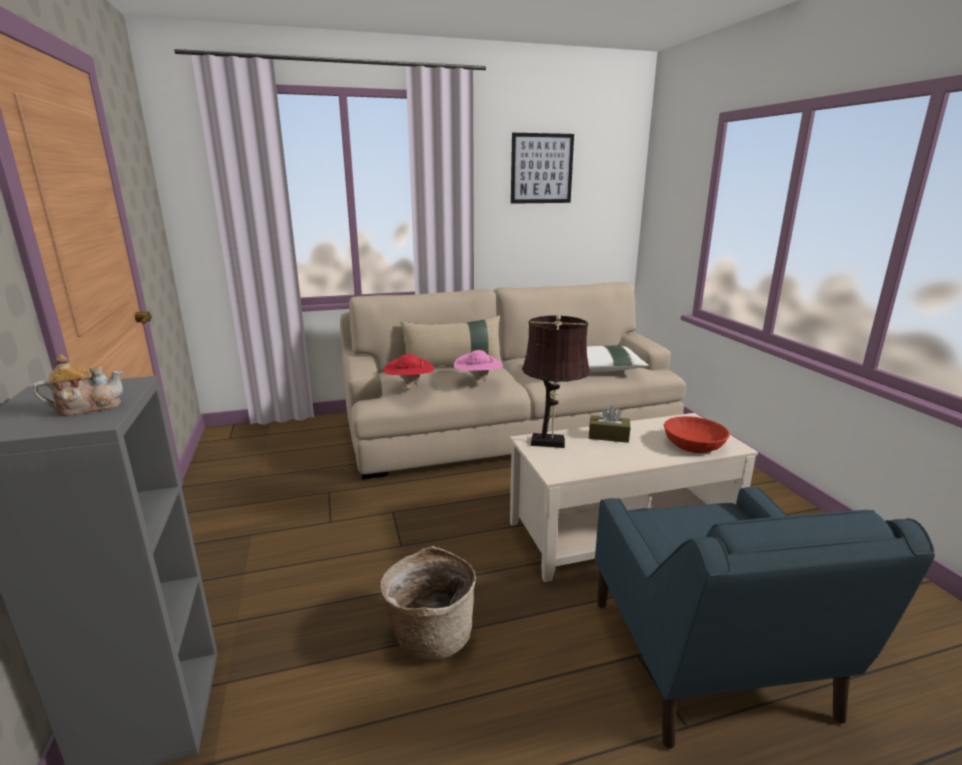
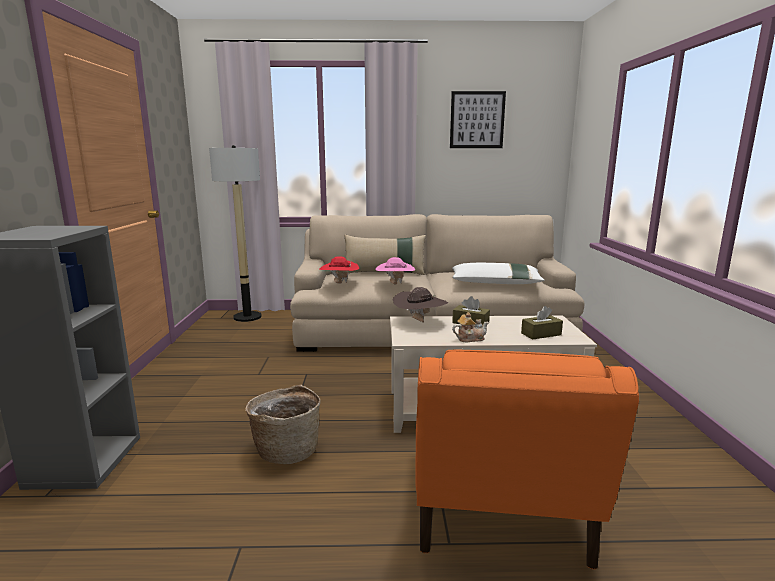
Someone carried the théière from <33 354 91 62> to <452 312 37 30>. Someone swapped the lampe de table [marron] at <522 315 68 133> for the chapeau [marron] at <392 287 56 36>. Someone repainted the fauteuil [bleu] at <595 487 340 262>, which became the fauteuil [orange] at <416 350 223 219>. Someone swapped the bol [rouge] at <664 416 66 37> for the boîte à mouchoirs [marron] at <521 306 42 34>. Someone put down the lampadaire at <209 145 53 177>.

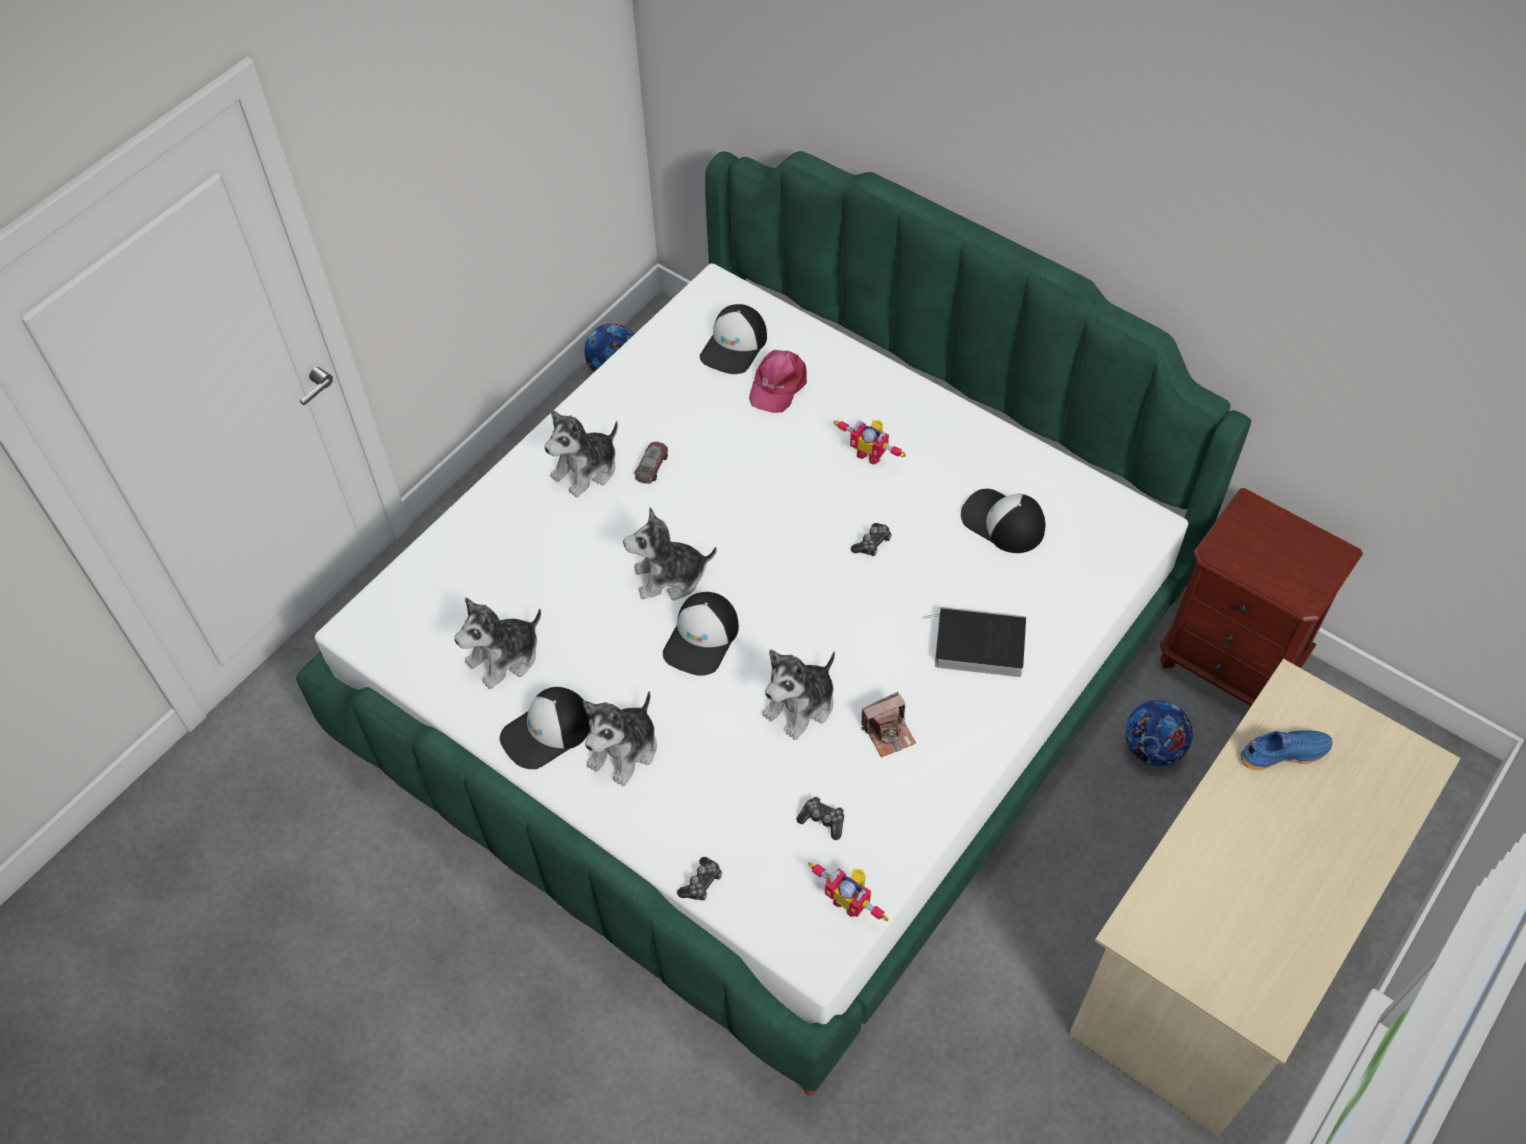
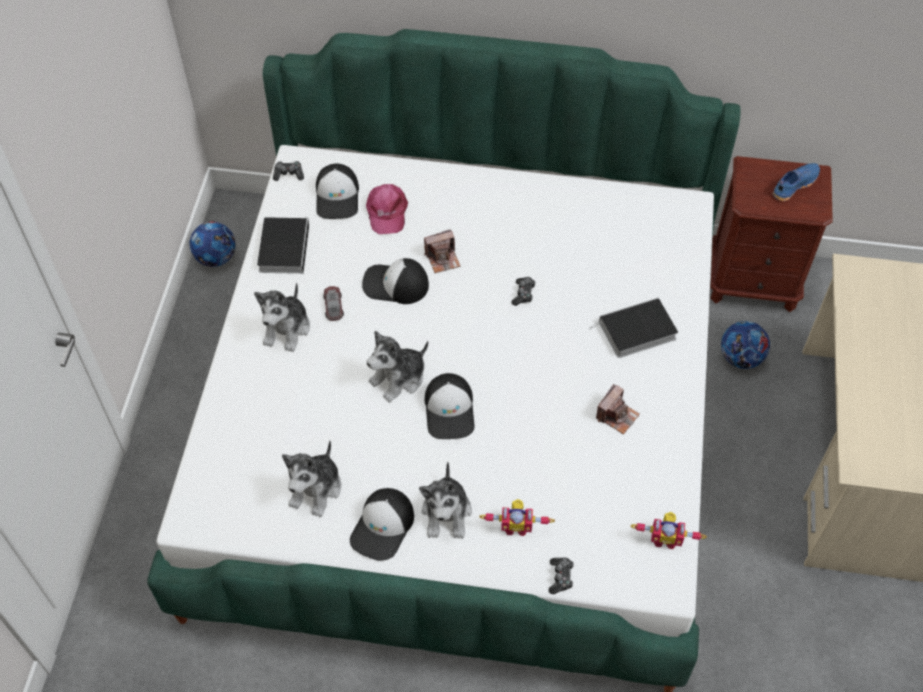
Someone took away the peluche at <762 650 73 90>. Someone carried the manette from <797 796 47 44> to <273 161 31 20>. Someone carried the robot jouet from <834 420 72 45> to <480 499 75 37>. Someone carried the casquette from <961 489 84 64> to <362 258 67 46>. Someone carried the chaussure [bleu] from <1241 730 92 40> to <773 163 47 38>. Someone put down the livre at <257 216 52 58>. Someone put down the appareil photo at <424 229 36 44>.

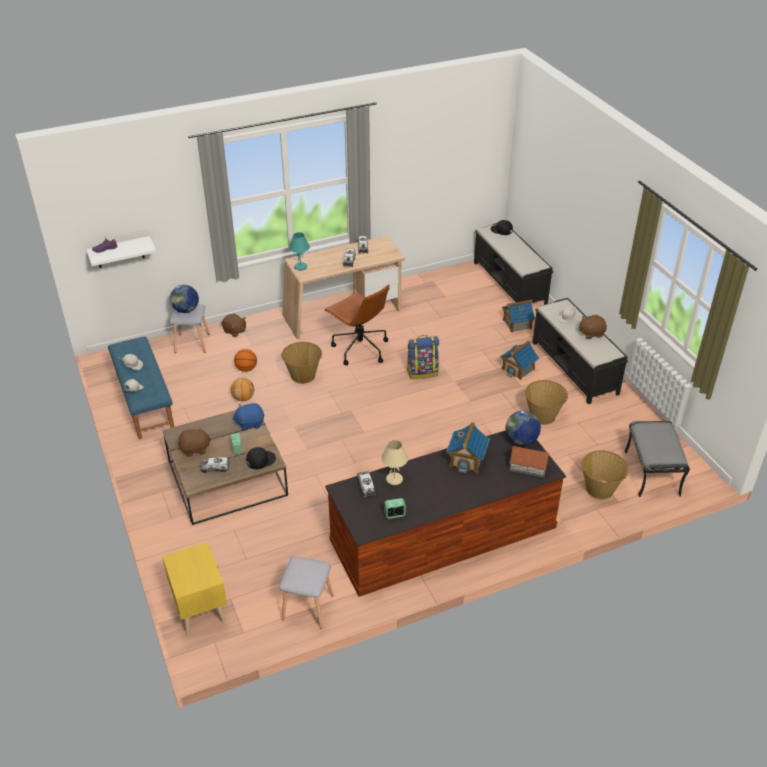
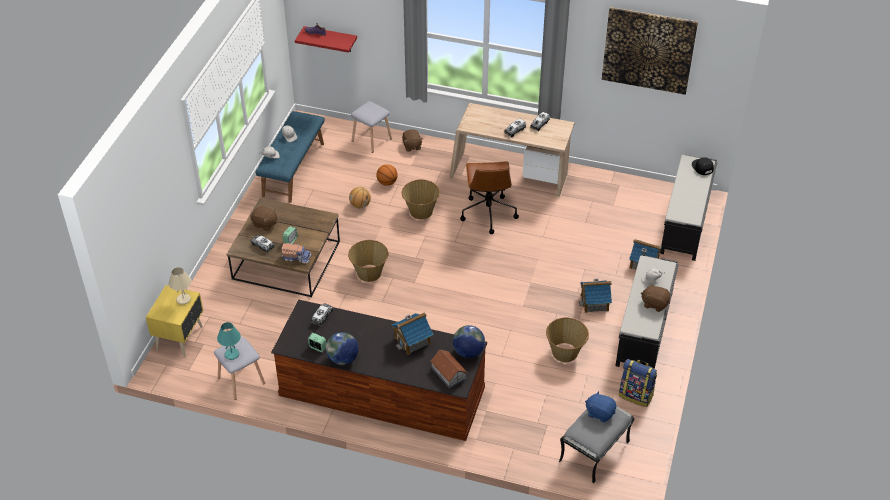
Someone repainted the étagère [blanc] at <86 236 70 32>, which became the étagère [rouge] at <295 26 62 27>. Someone carried the globe from <170 285 29 28> to <326 332 33 33>. Someone carried the peluche [bleu] from <233 403 32 28> to <585 391 31 31>. Someone swapped the casquette [noir] at <246 447 30 22> for the camion jouet at <281 243 31 20>. Someone carried the lampe de table [turquoise] from <289 232 21 39> to <217 322 24 38>. Someone carried the lampe de table [beige] from <381 440 27 45> to <168 267 23 38>. Someone carried the sac à dos from <407 335 32 44> to <619 359 38 48>. Someone carried the panier from <582 450 47 49> to <348 240 41 42>. Someone put up the tableau at <602 7 96 88>.

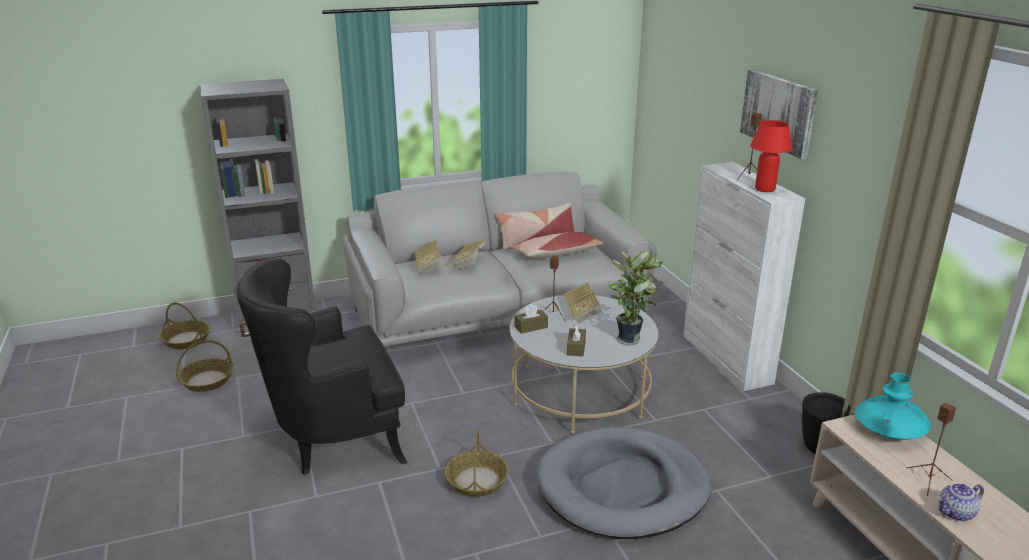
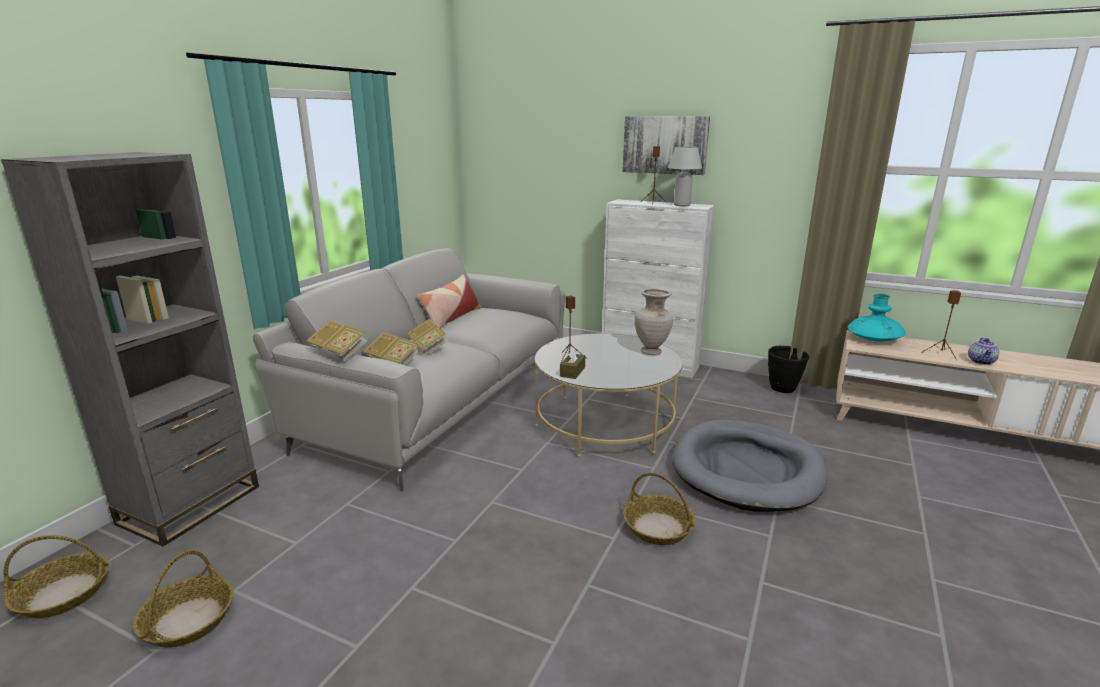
Someone took away the fauteuil [noir] at <237 258 171 217>. Someone took away the coussin at <511 232 92 27>. Someone carried the livre from <564 282 38 42> to <306 320 61 42>. Someone took away the boîte à mouchoirs [marron] at <567 324 19 32>. Someone swapped the plante en pot at <608 250 56 95> for the vase [beige] at <635 289 38 66>. Someone repainted the lampe de table [rouge] at <750 120 42 72>, which became the lampe de table [blanc] at <668 147 34 59>.

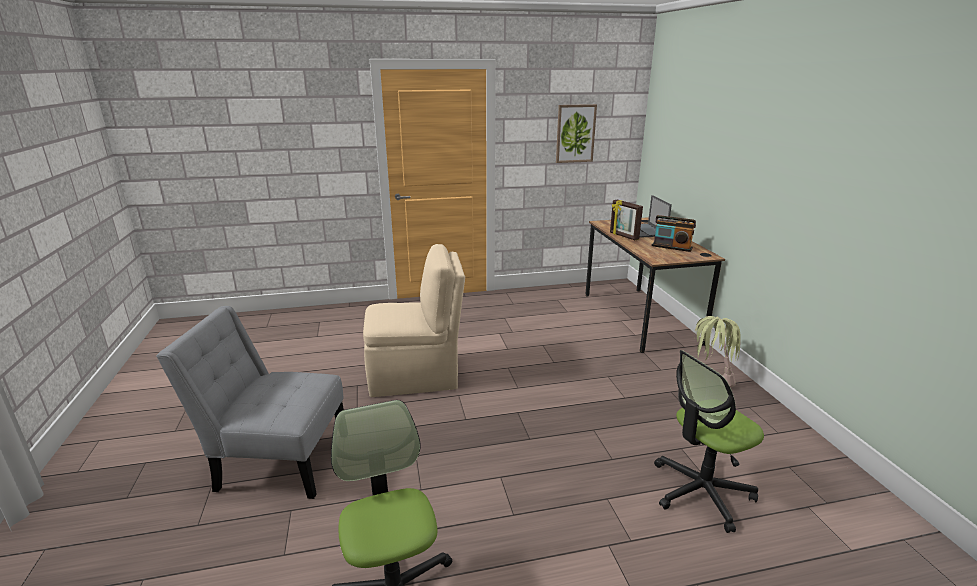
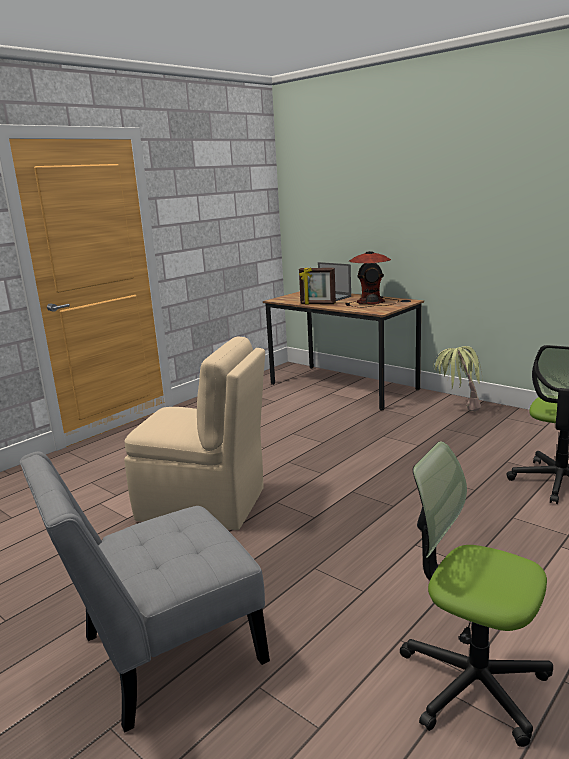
Someone rotated the chaise [beige] at <363 244 102 153> by 60 degrees clockwise. Someone took away the tableau at <556 104 41 59>. Someone swapped the radio at <651 215 45 37> for the lampe de table at <345 251 54 56>.

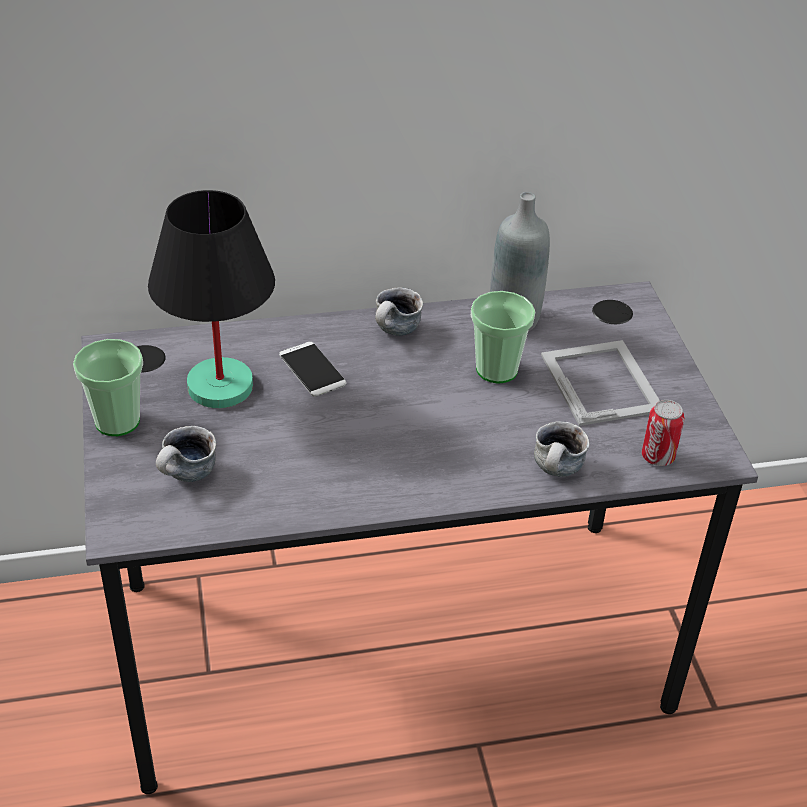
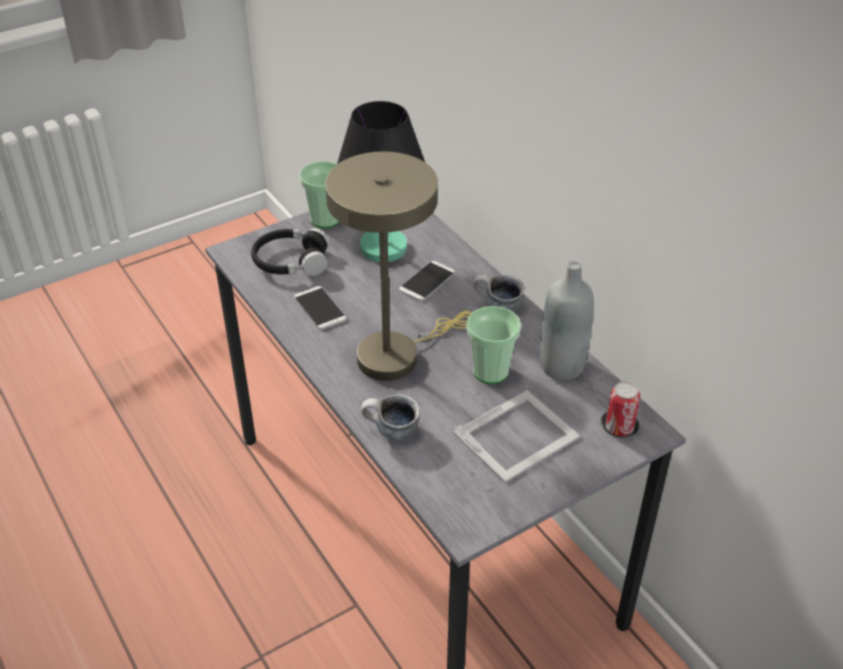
Someone swapped the mug at <156 426 60 56> for the casque audio [noir] at <251 228 79 48>. Someone carried the boîte métallique from <642 400 43 66> to <605 382 35 54>. Someone put down the téléphone at <294 286 52 44>. Someone put down the lampe de table [beige] at <325 151 147 230>.

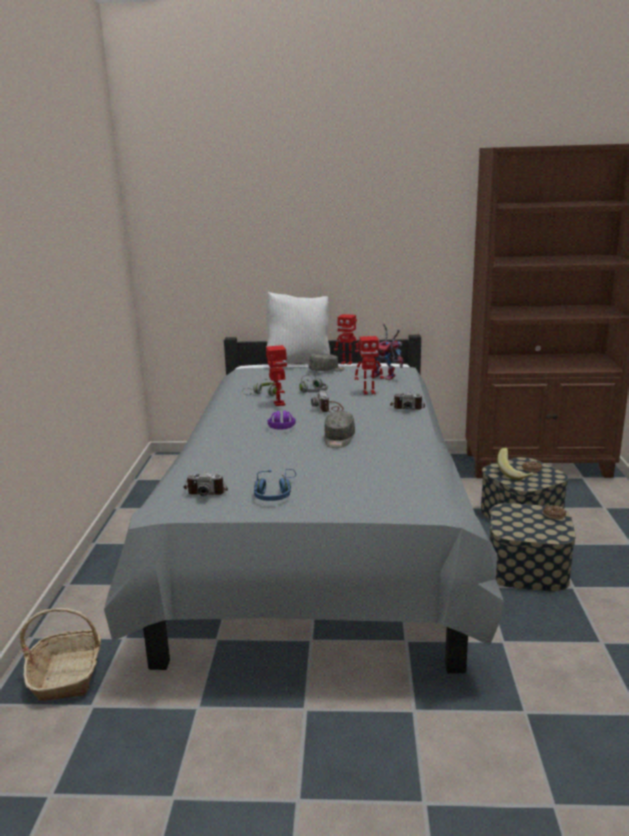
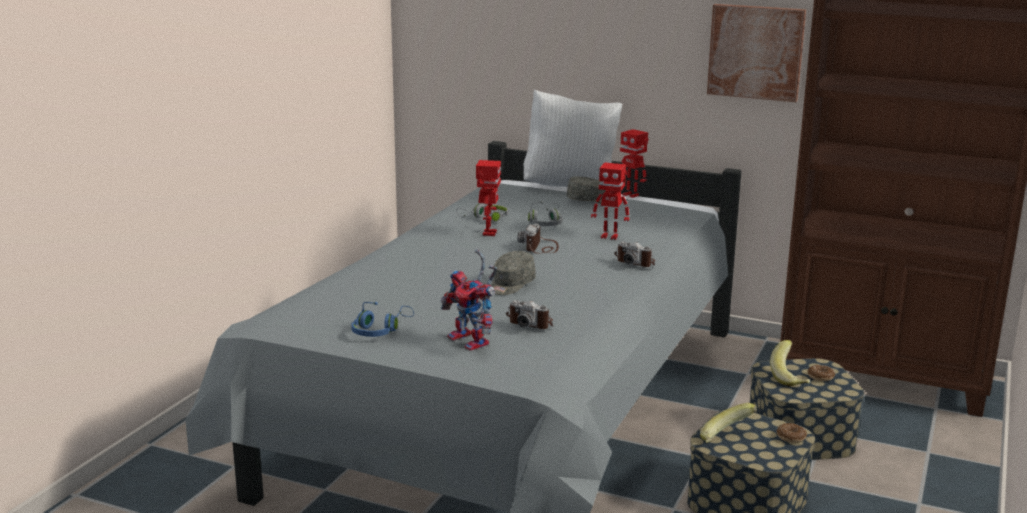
Someone took away the panier at <20 608 82 93>. Someone carried the appareil photo from <184 472 44 24> to <506 300 47 29>. Someone took away the casque audio [violet] at <268 410 28 20>. Someone carried the robot jouet from <365 324 38 56> to <441 249 56 102>. Someone put down the banane at <700 403 57 40>. Someone put up the tableau at <707 4 99 98>.

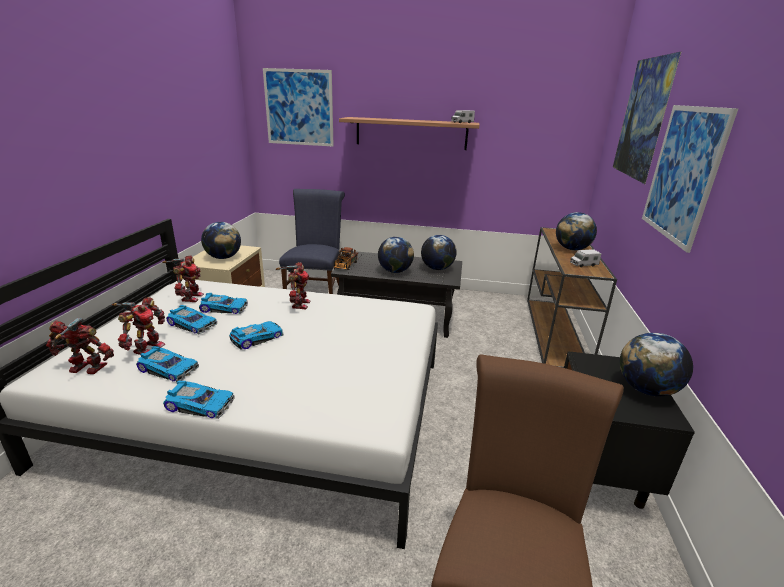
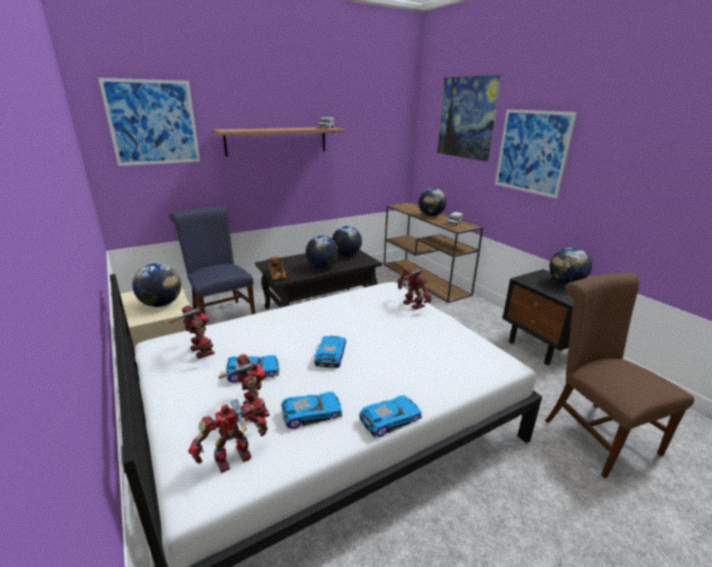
Someone took away the petite voiture at <199 293 49 21>. Someone carried the robot jouet from <276 262 35 47> to <397 267 35 43>.

